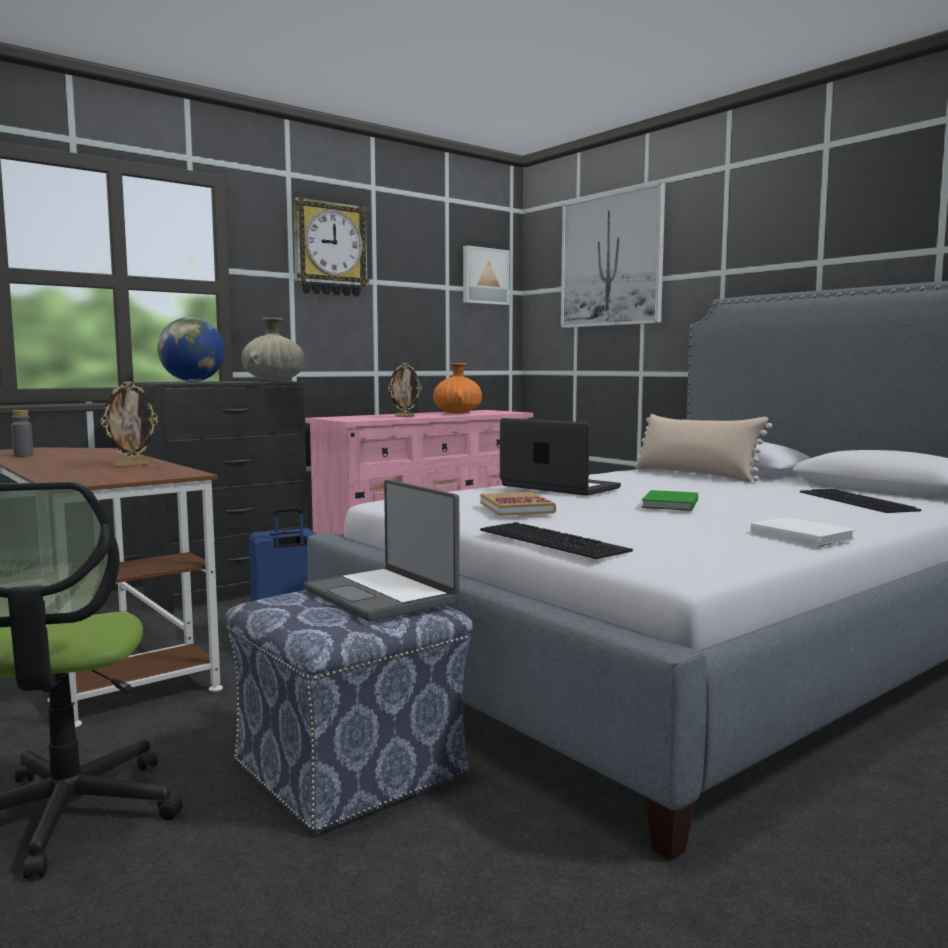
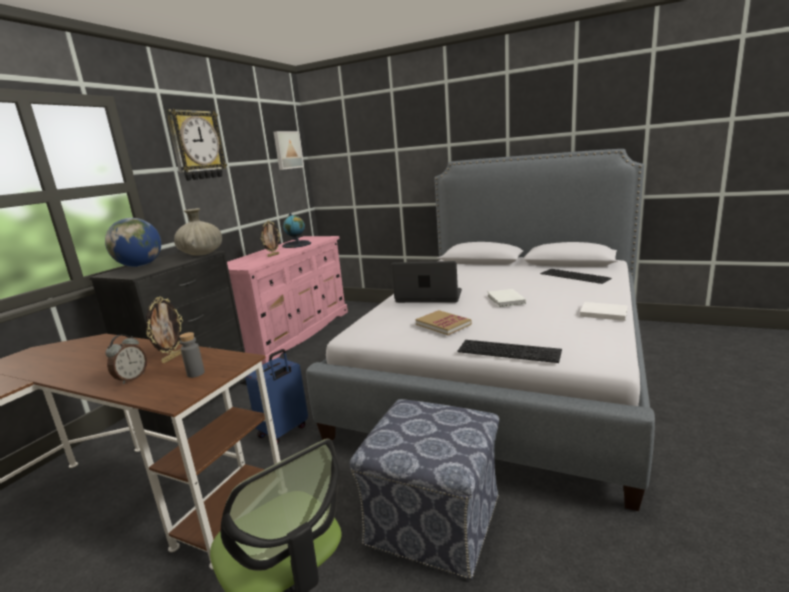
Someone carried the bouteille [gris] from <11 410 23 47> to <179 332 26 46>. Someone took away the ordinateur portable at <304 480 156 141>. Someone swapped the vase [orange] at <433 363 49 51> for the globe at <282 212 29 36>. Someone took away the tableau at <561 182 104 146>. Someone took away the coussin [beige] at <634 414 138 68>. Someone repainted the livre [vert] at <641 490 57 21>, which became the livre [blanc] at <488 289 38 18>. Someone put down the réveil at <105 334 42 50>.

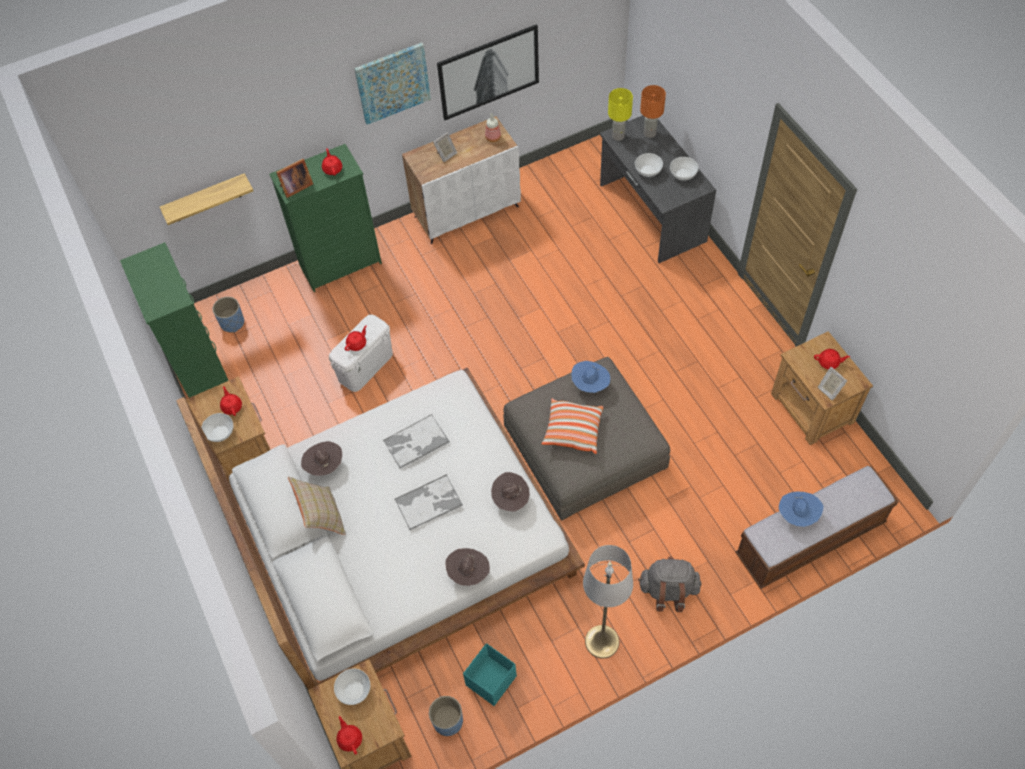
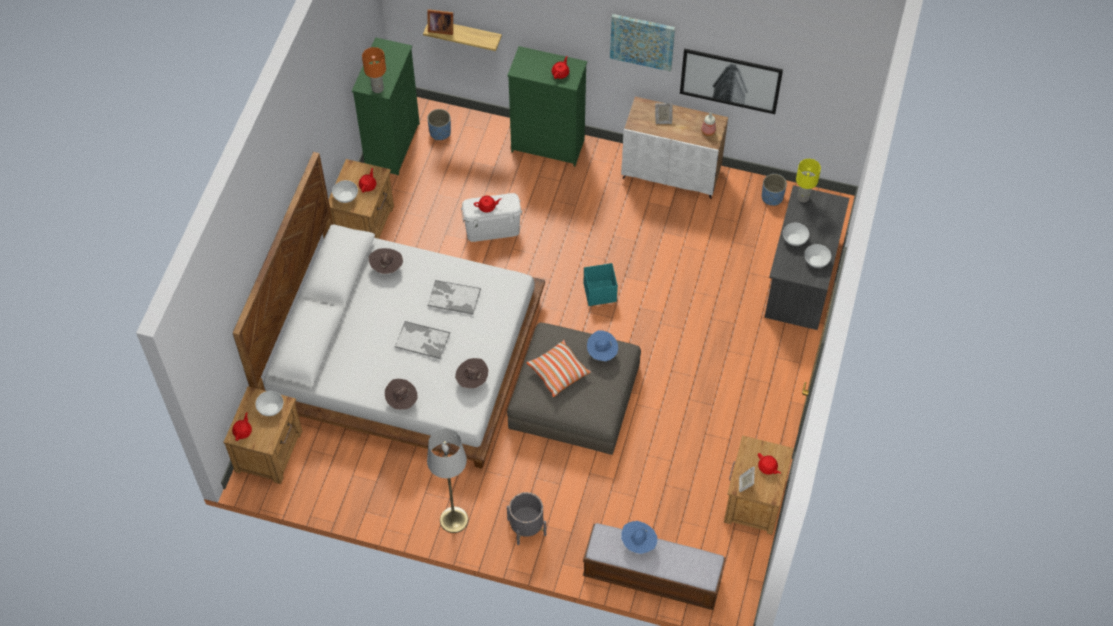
Someone carried the cadre photo from <276 159 37 39> to <427 9 26 26>. Someone took away the coussin [beige] at <288 476 58 59>. Someone carried the cache-pot [bleu] from <429 696 34 40> to <762 174 25 32>. Someone carried the boîte de rangement [turquoise] from <463 643 54 63> to <584 263 34 43>. Someone swapped the sac à dos [gris] at <638 556 63 56> for the cache-pot [gris] at <507 492 39 53>. Someone carried the lampe de table [orange] from <640 85 26 53> to <362 47 24 46>.

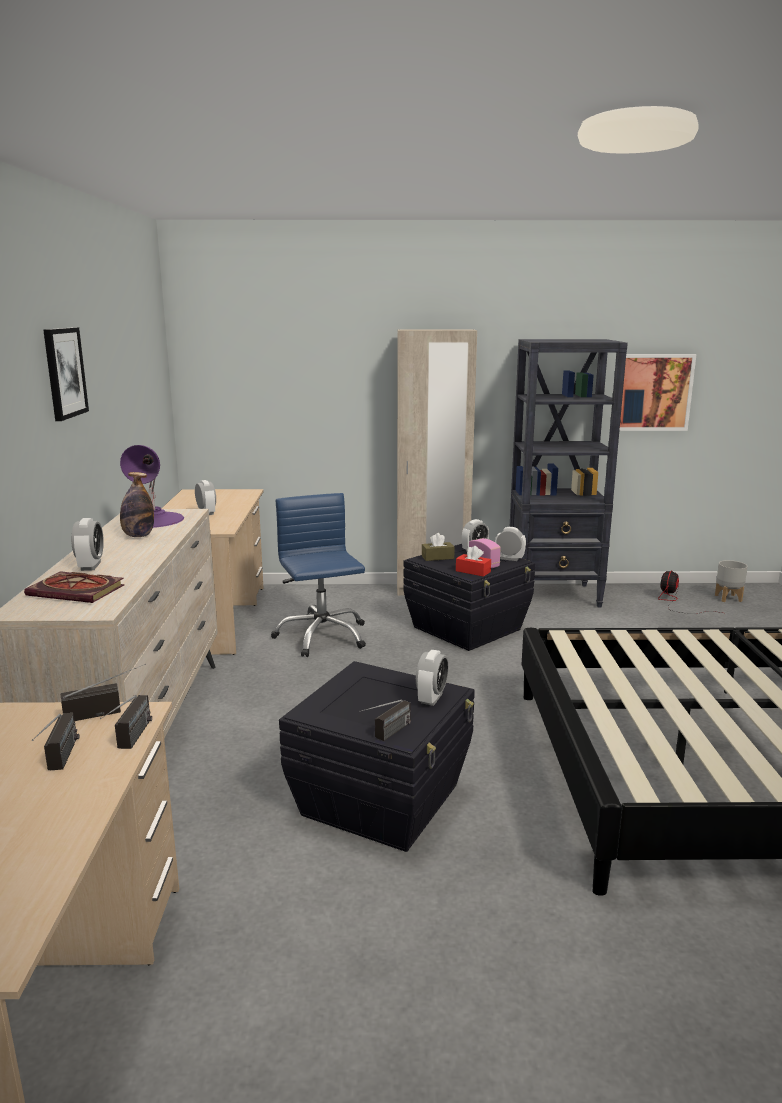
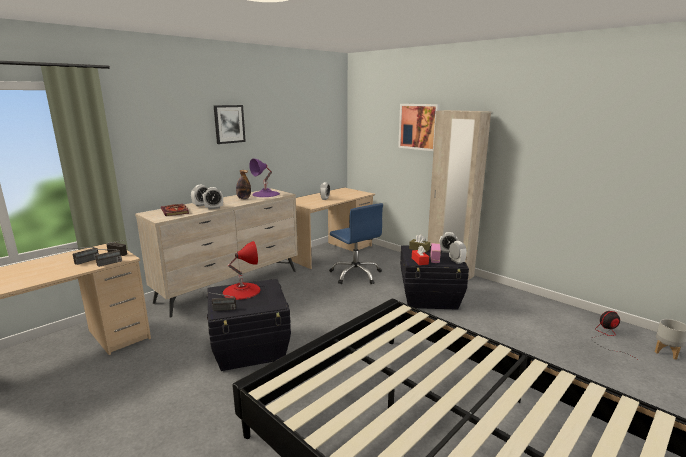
Someone rotated the chaise de bureau [bleu] at <271 493 95 164> by 120 degrees clockwise. Someone carried the réveil from <416 650 33 56> to <203 187 20 22>. Someone took away the bibliothèque [noir] at <510 339 118 268>. Someone carried the tableau from <619 354 78 77> to <398 104 42 47>. Someone put down the lampe de table [rouge] at <223 241 38 59>.

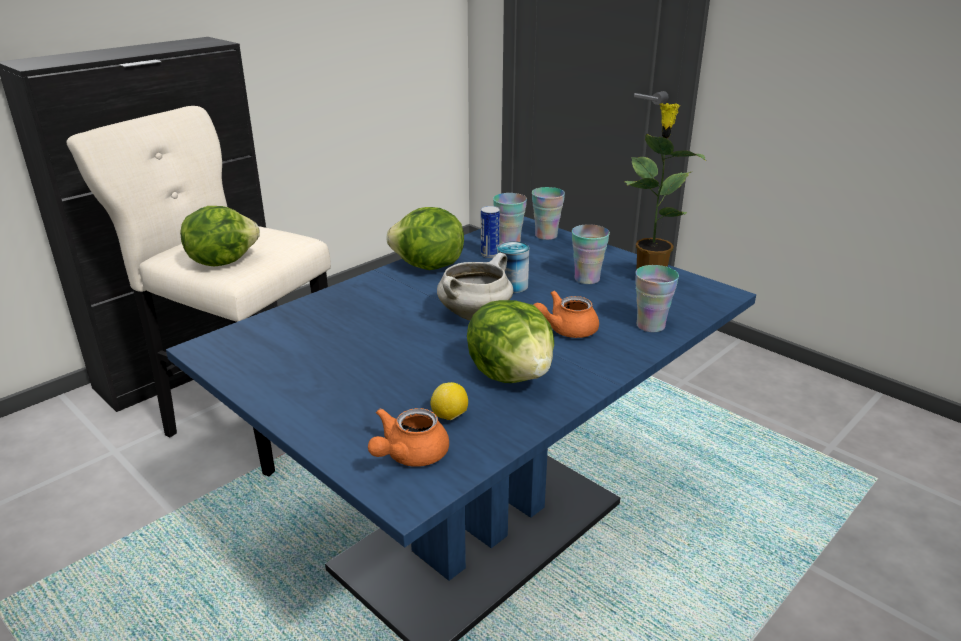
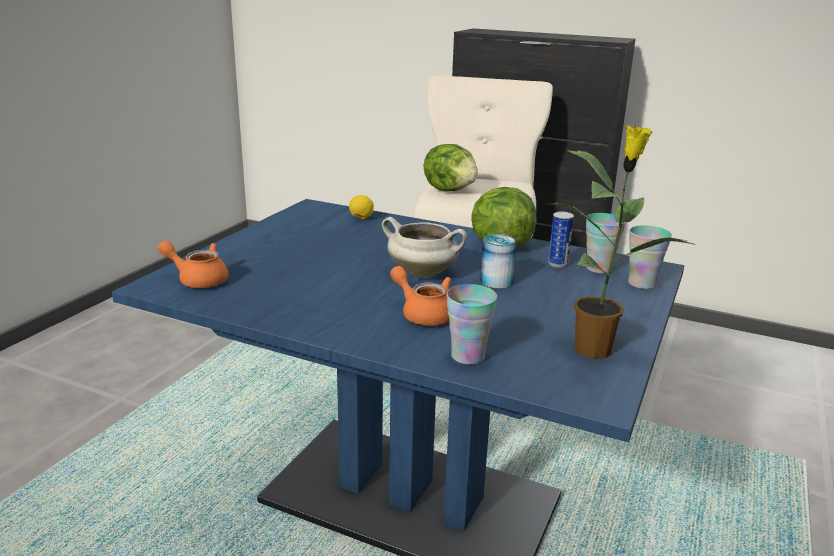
Someone carried the citron from <431 382 37 38> to <349 195 25 24>. Someone took away the laitue at <467 300 87 83>. Someone took away the tasse at <572 224 38 60>.

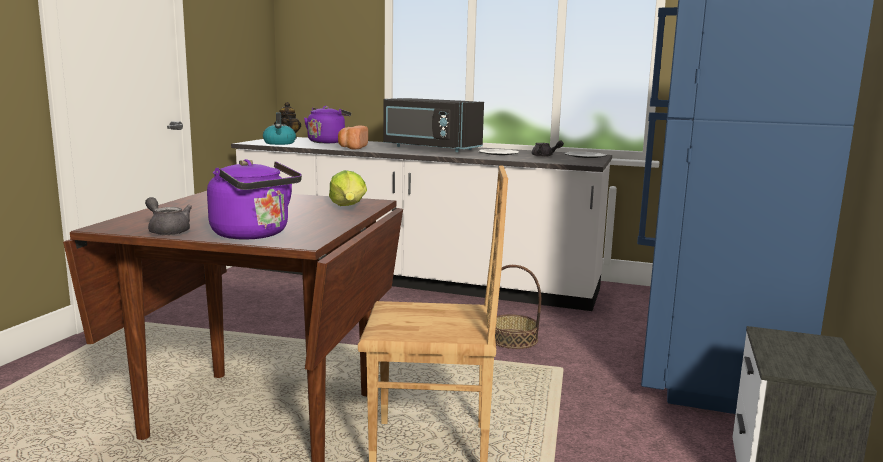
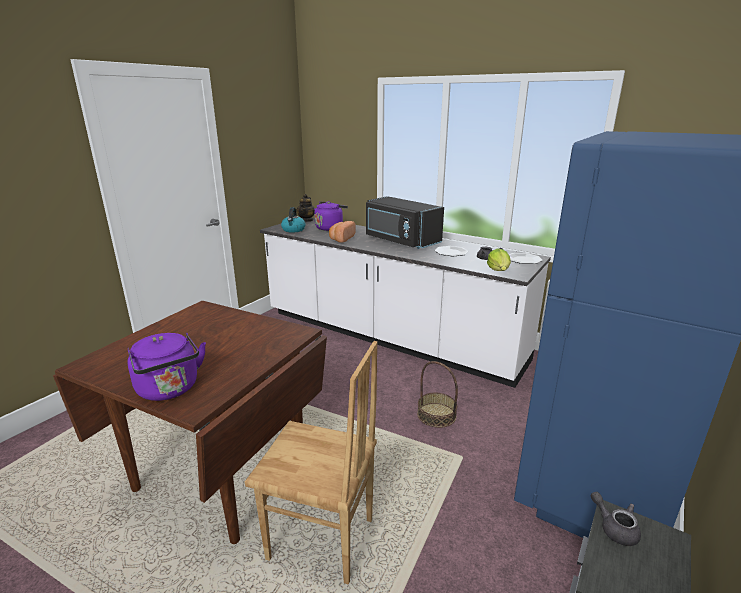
Someone carried the théière [gris] from <145 197 47 38> to <591 492 50 54>. Someone carried the laitue from <329 170 38 36> to <487 248 24 23>.

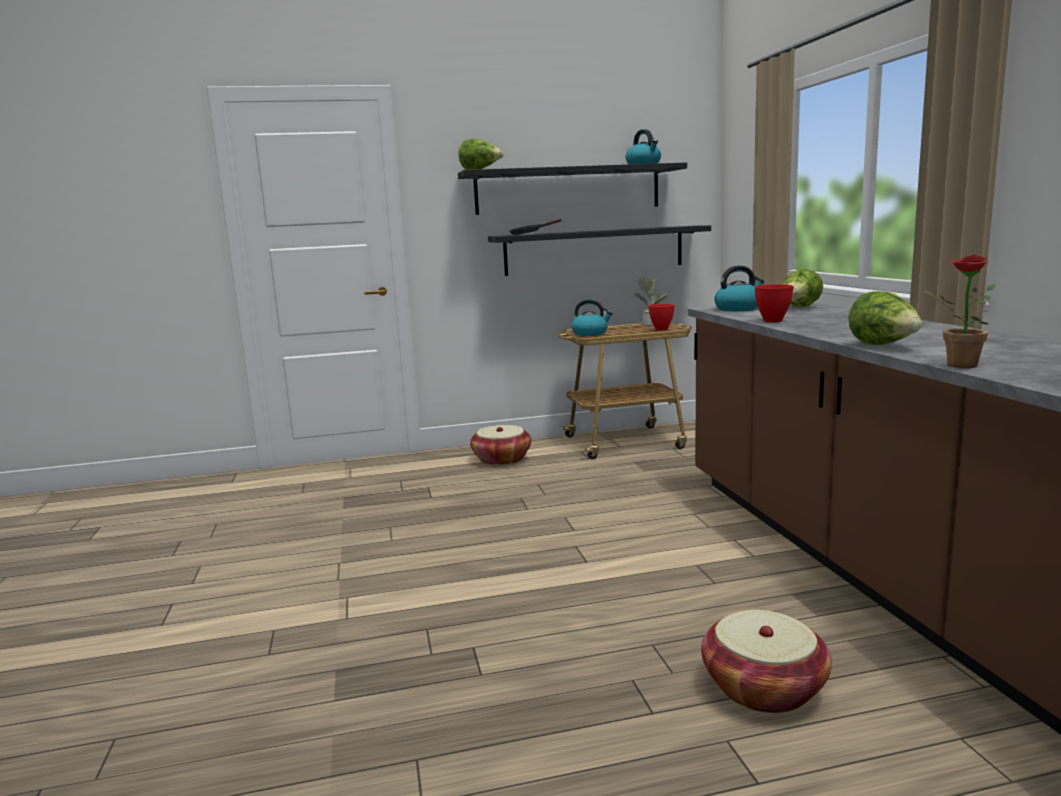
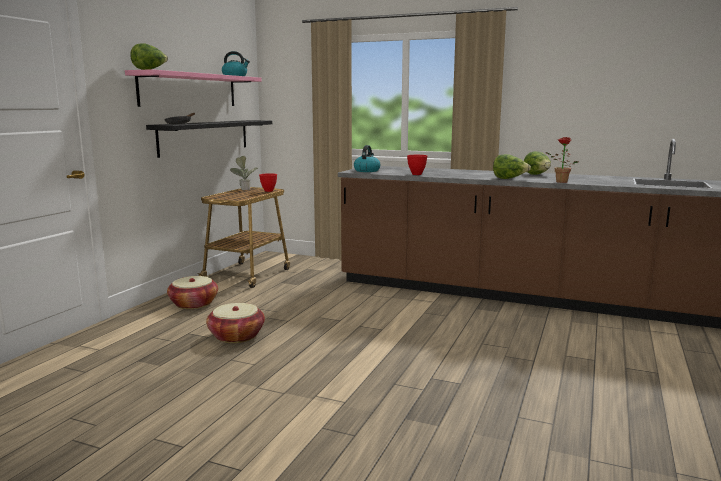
Someone repainted the étagère [noir] at <458 162 229 53>, which became the étagère [rose] at <125 69 137 38>. Someone took away the bouilloire at <572 299 41 37>. Someone carried the panier from <701 610 131 103> to <206 303 59 40>. Someone carried the laitue from <782 269 41 38> to <524 151 27 24>.

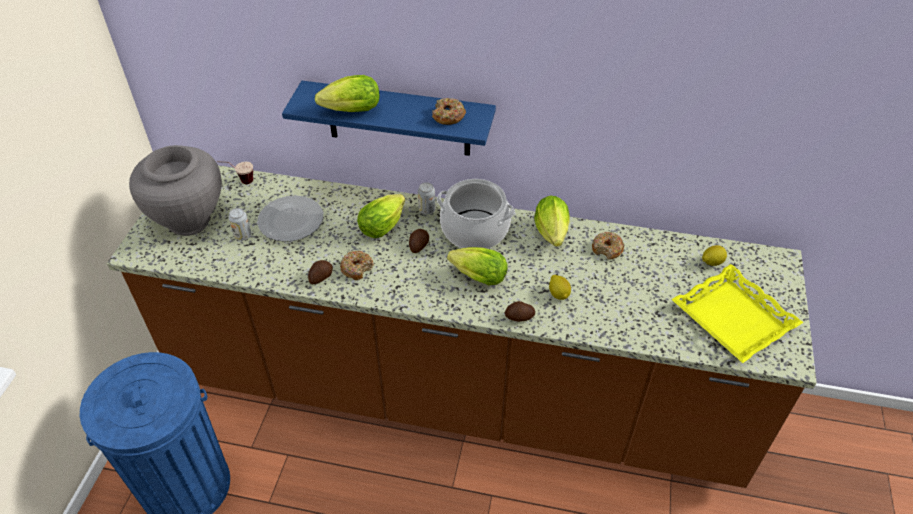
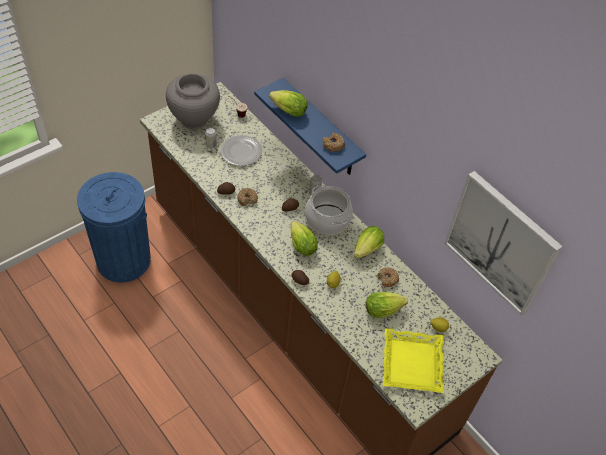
Someone carried the laitue from <357 194 48 44> to <366 292 42 26>. Someone put up the tableau at <444 171 119 145>.

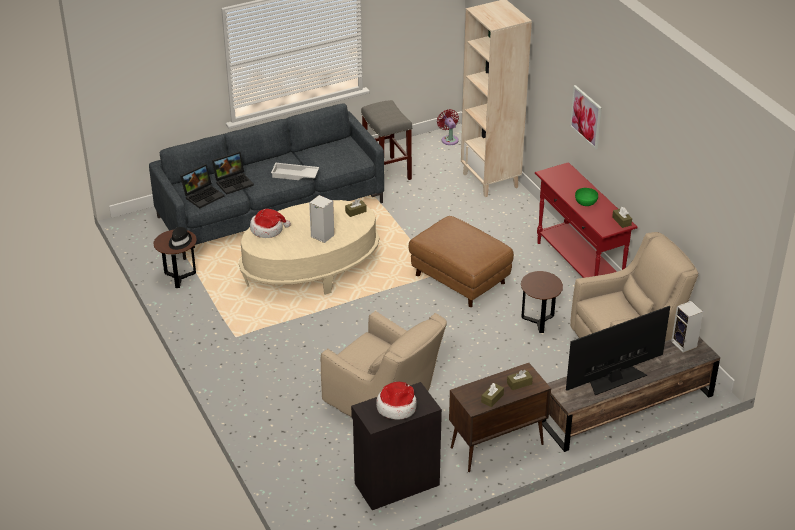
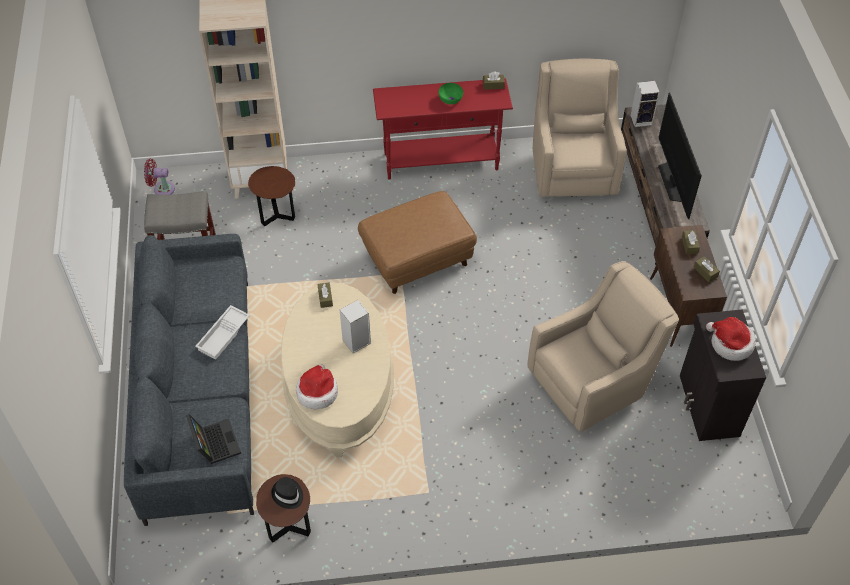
Someone took away the ordinateur portable at <212 152 42 43>. Someone carried the table d'appoint [marron] from <521 271 42 62> to <248 166 47 60>. Someone took away the tableau at <570 85 32 65>.

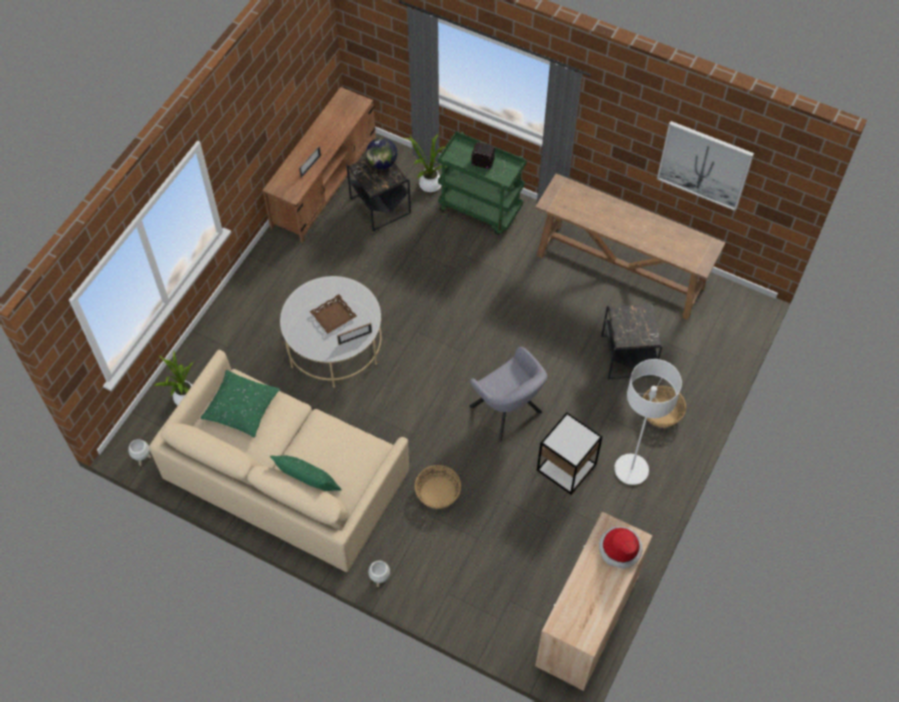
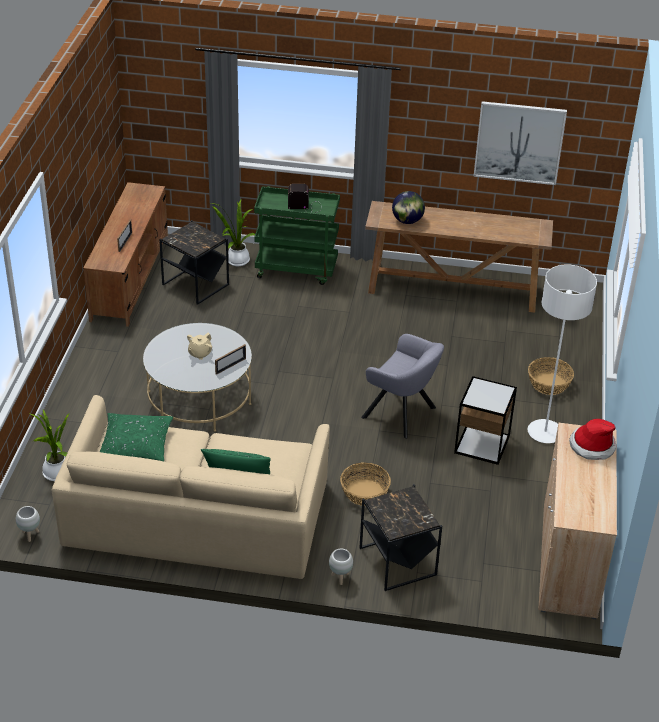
Someone swapped the plateau [marron] at <310 294 47 40> for the théière [beige] at <187 333 25 27>. Someone carried the globe from <366 137 31 32> to <392 191 33 33>. Someone carried the table d'appoint [noir] from <601 302 62 77> to <359 484 83 107>.

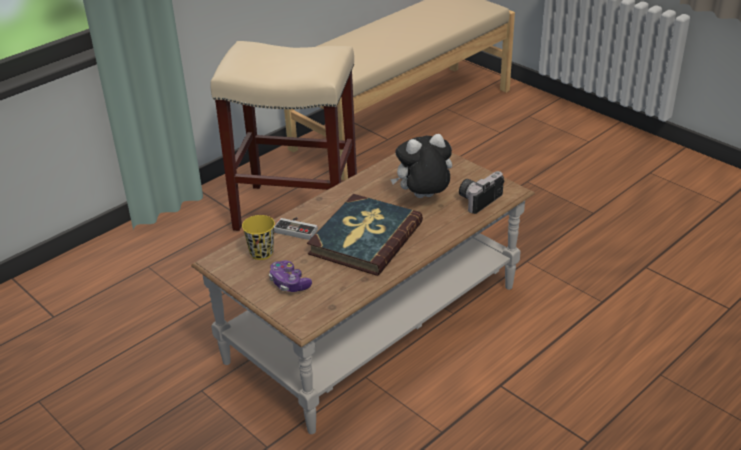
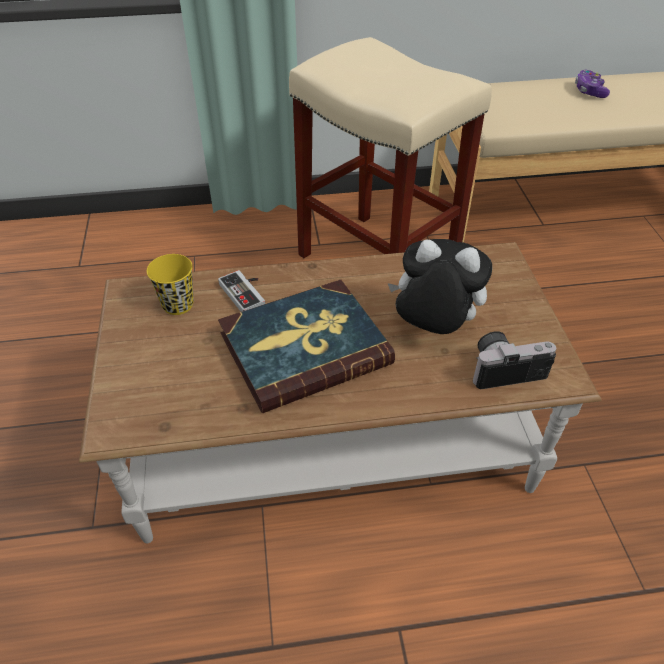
Someone carried the manette from <269 260 43 32> to <575 70 35 28>.

